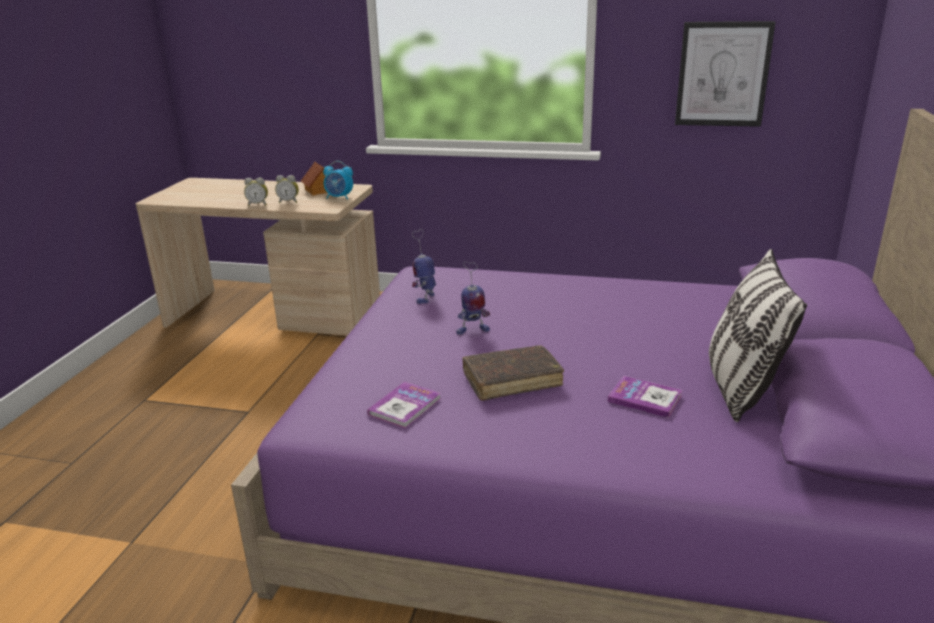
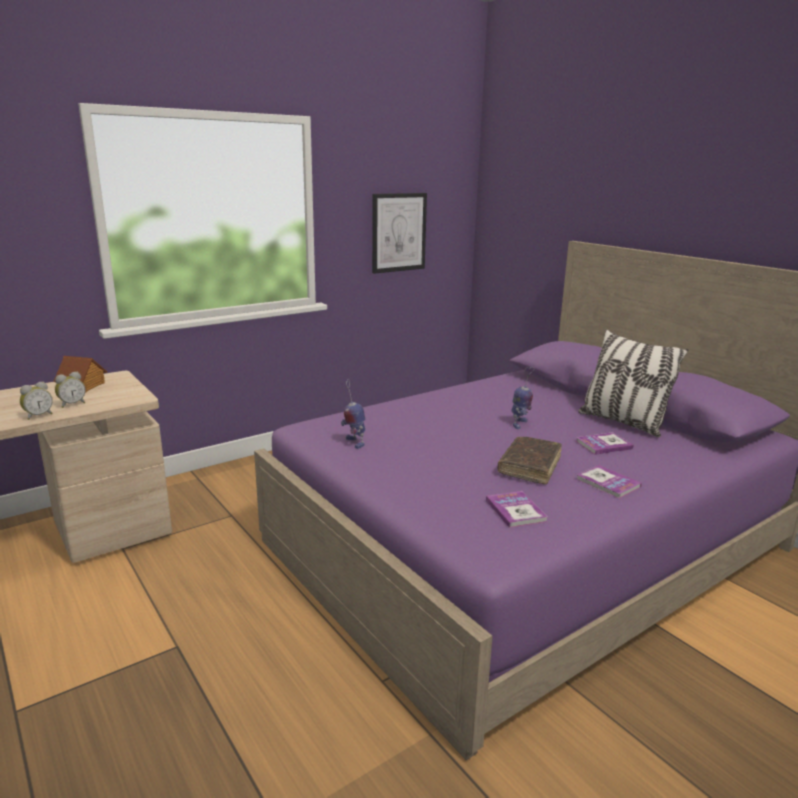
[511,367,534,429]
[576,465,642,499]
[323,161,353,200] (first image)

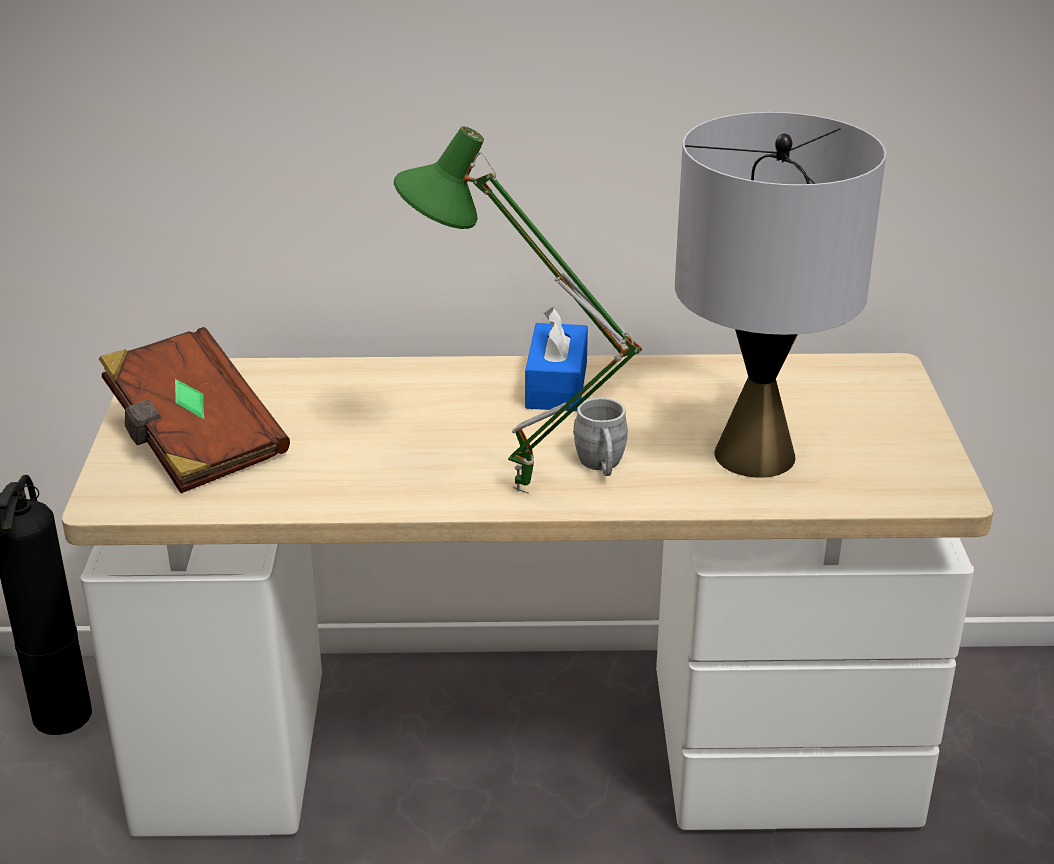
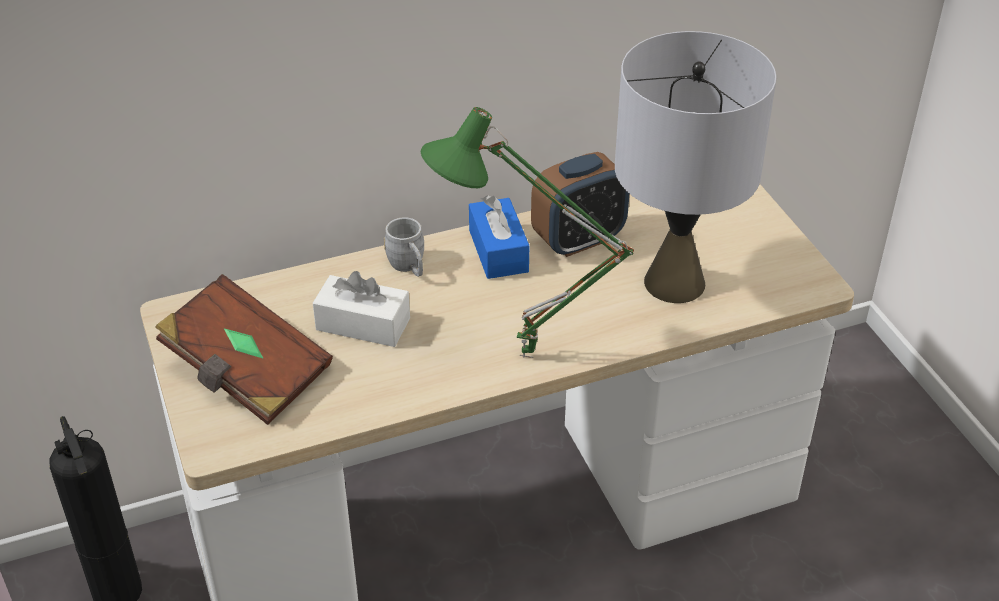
[313,271,410,347]
[384,217,424,277]
[531,152,629,257]

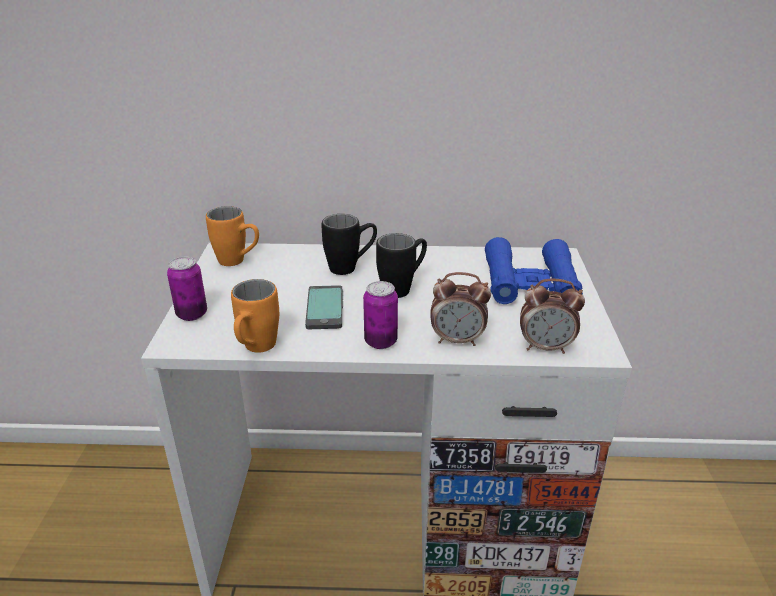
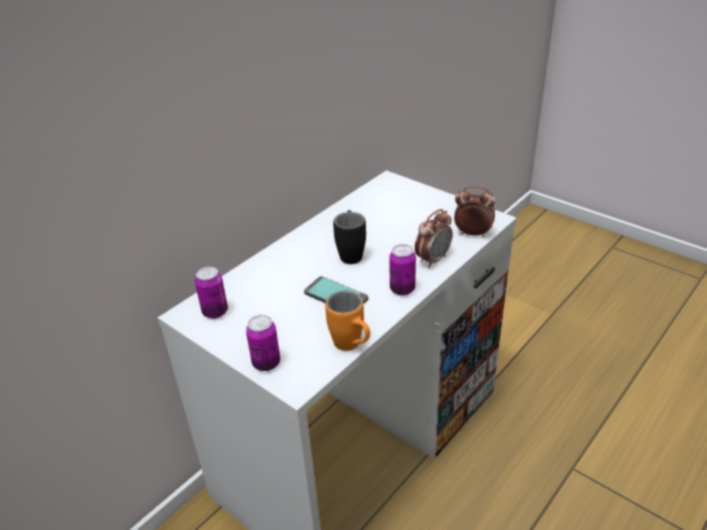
[195,266,228,319]
[454,186,495,237]
[322,214,377,275] (first image)
[485,237,583,304] (first image)

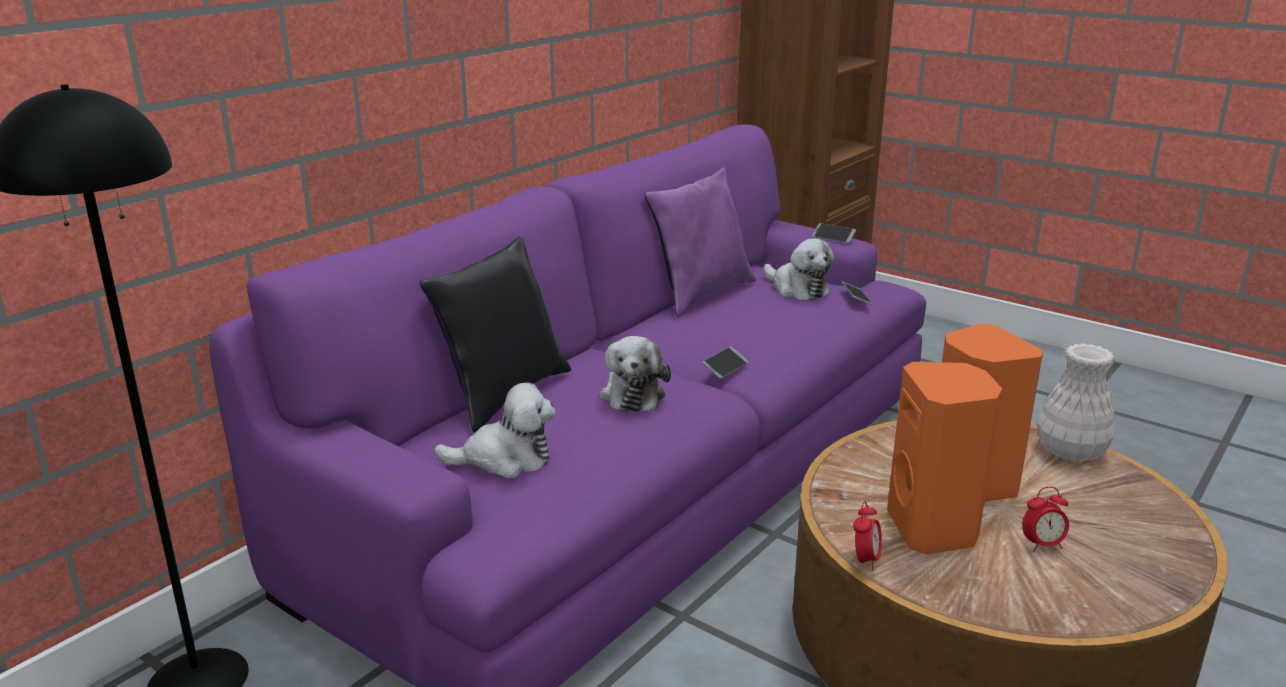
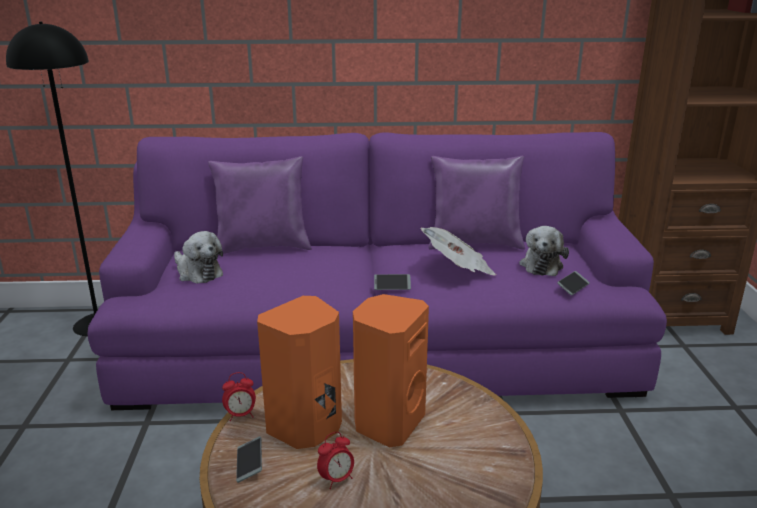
[208,156,312,256]
[236,436,262,483]
[317,432,354,489]
[421,227,496,276]
[600,336,671,412] (first image)
[1036,344,1116,462] (first image)

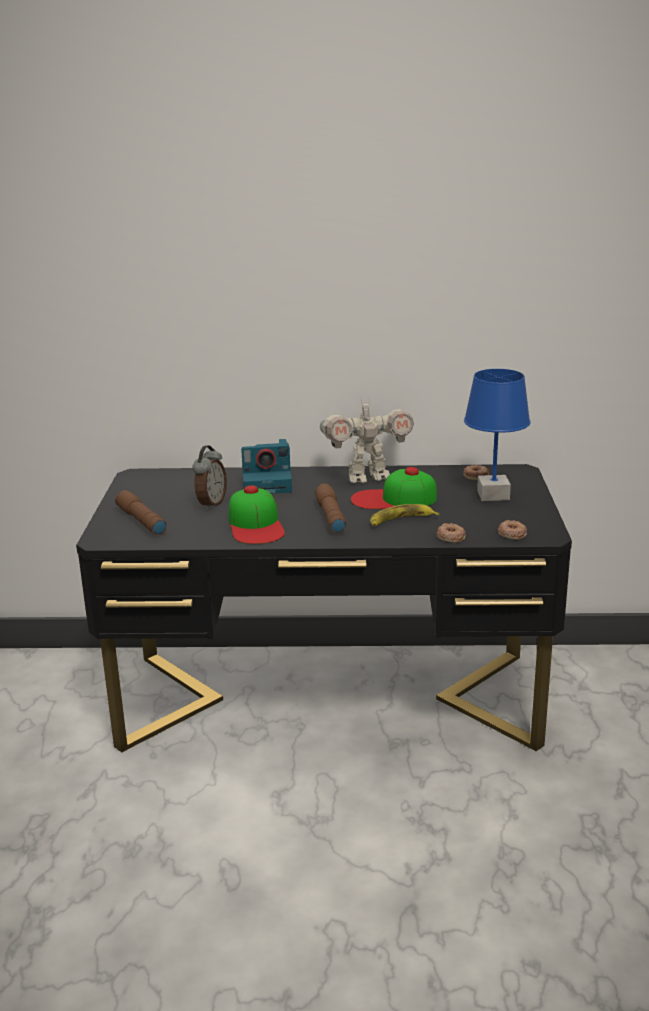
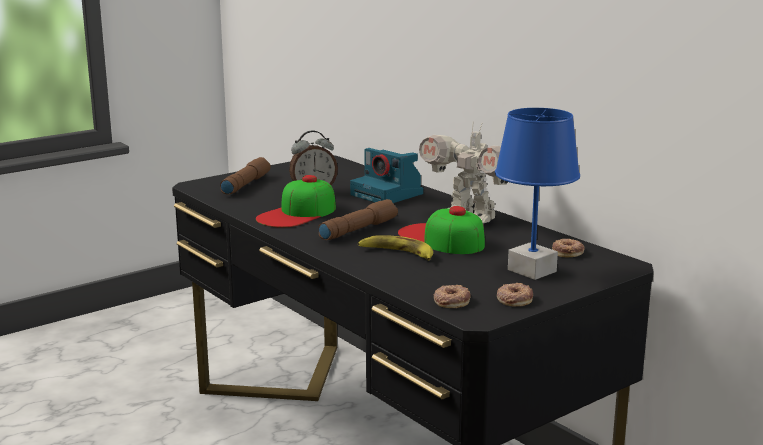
[497,283,533,307]

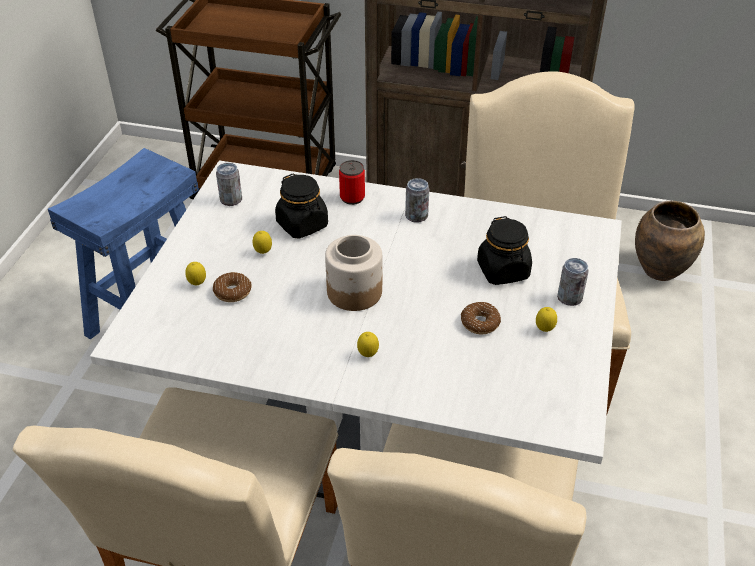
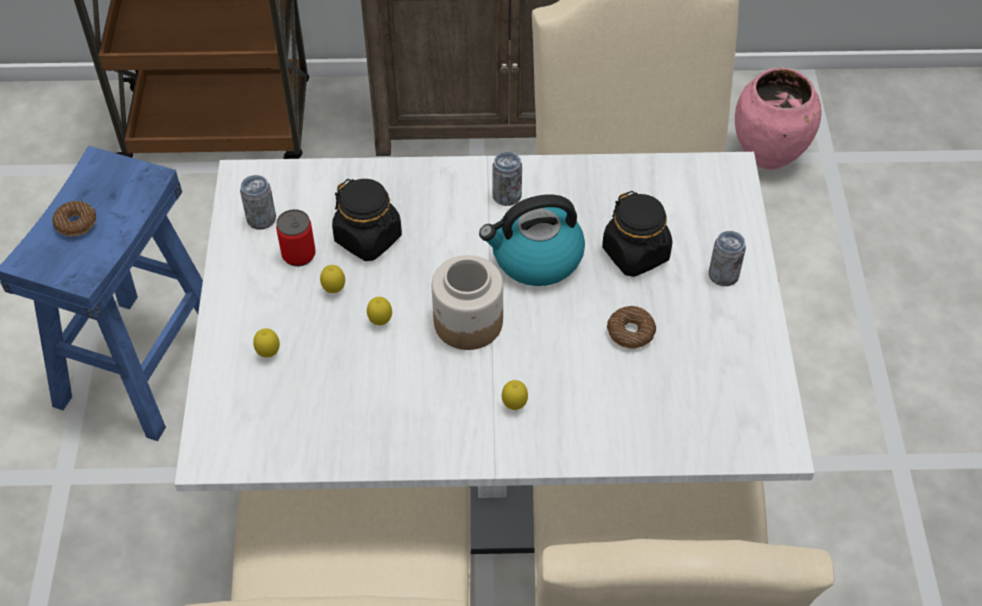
[52,201,96,237]
[276,209,316,267]
[367,297,392,325]
[479,195,585,286]
[735,68,821,169]

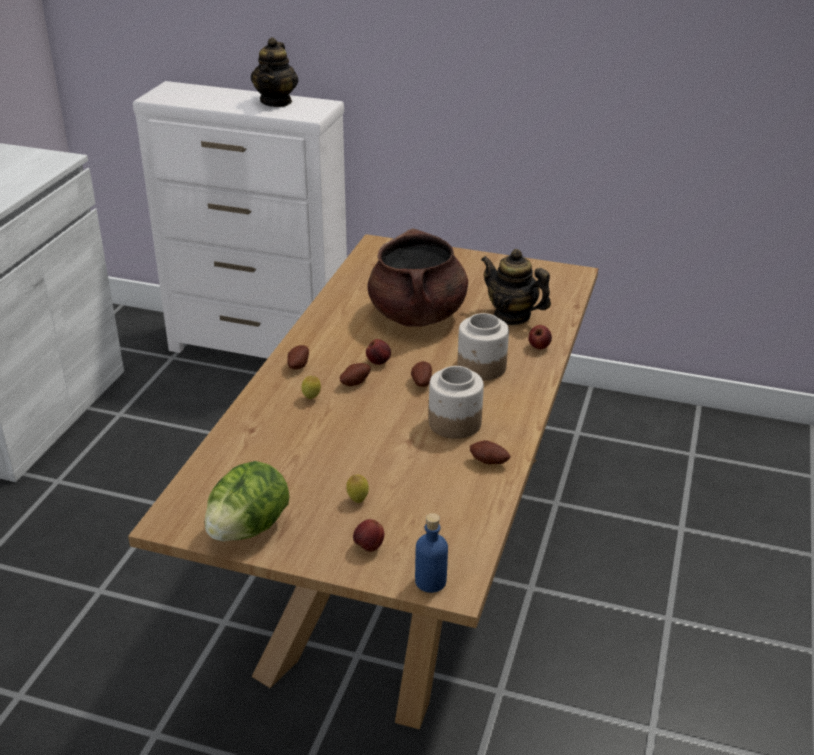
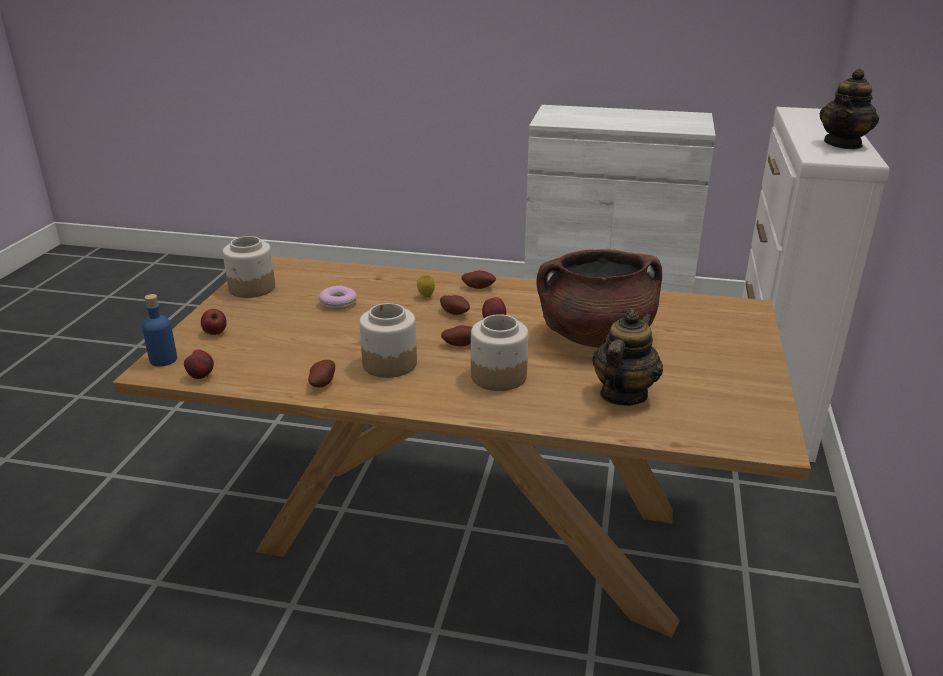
[184,349,214,379]
[223,236,275,298]
[319,286,357,310]
[819,69,879,150]
[346,475,369,503] (first image)

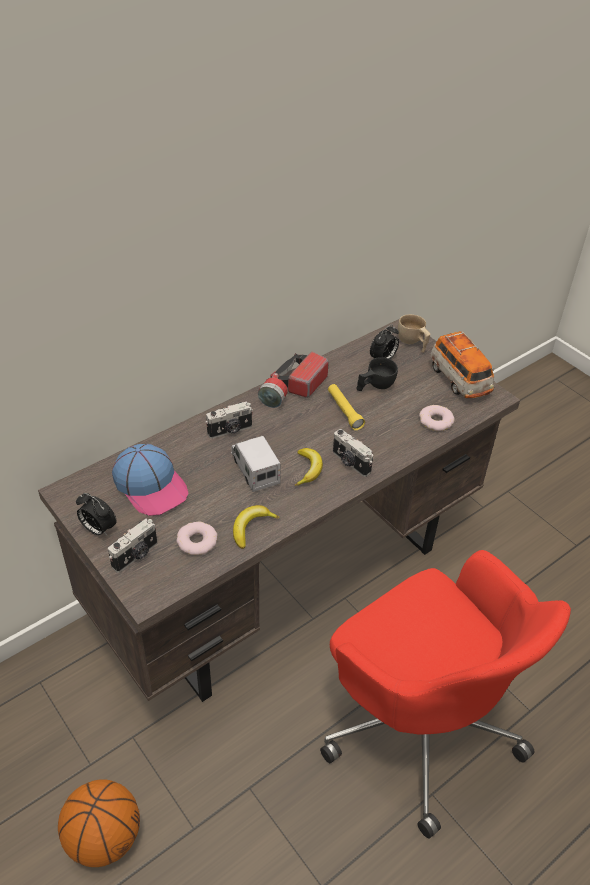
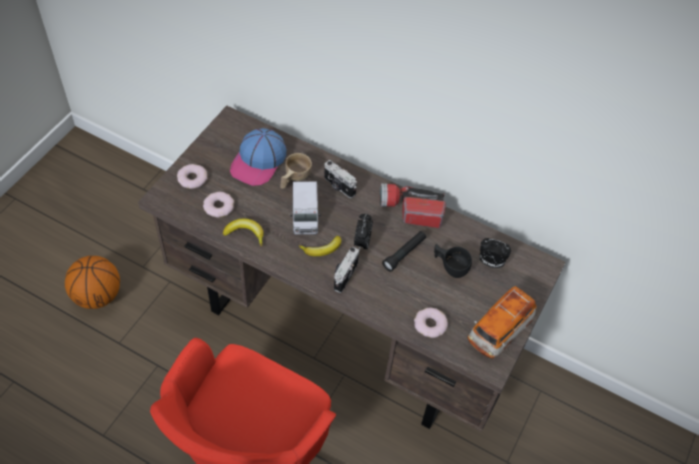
[177,164,207,189]
[280,153,312,189]
[290,182,321,235]
[354,214,373,251]
[382,231,426,272]

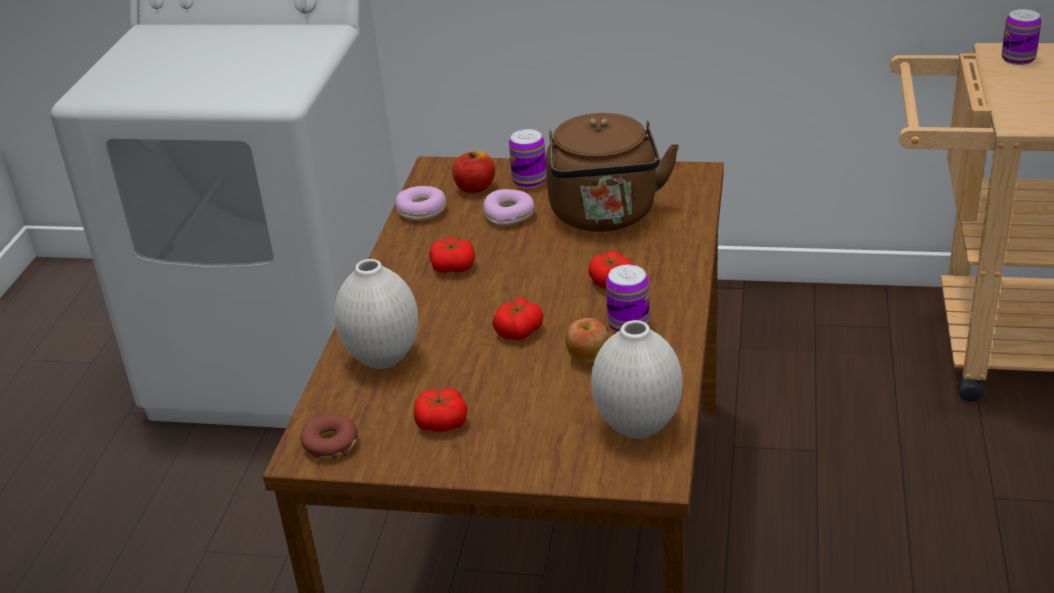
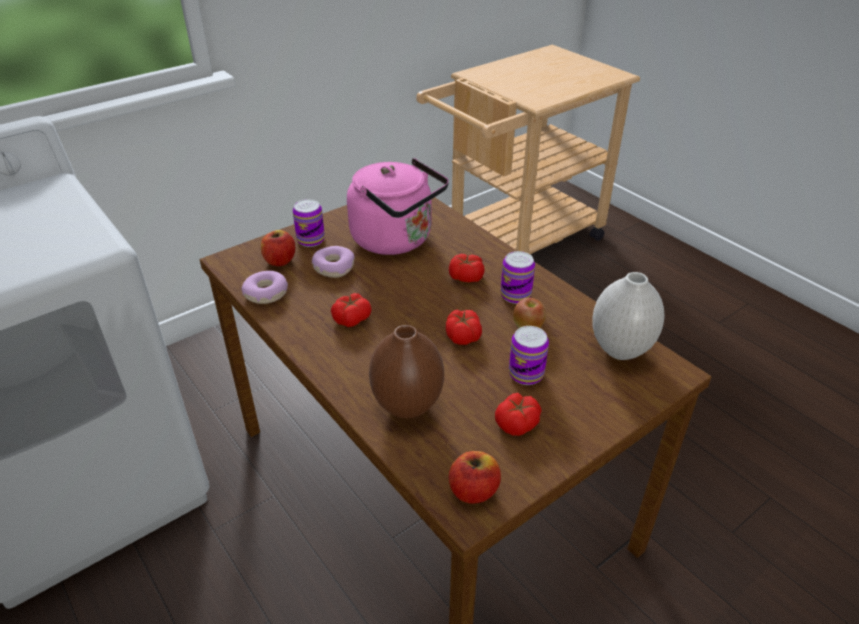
[347,158,449,255]
[369,325,444,418]
[449,451,501,504]
[509,326,549,385]

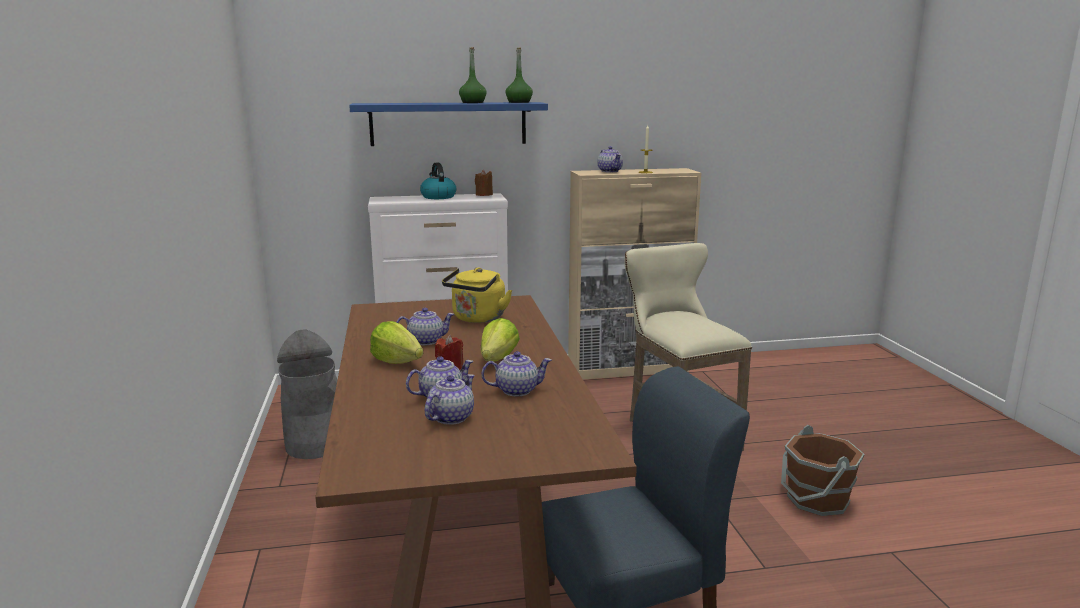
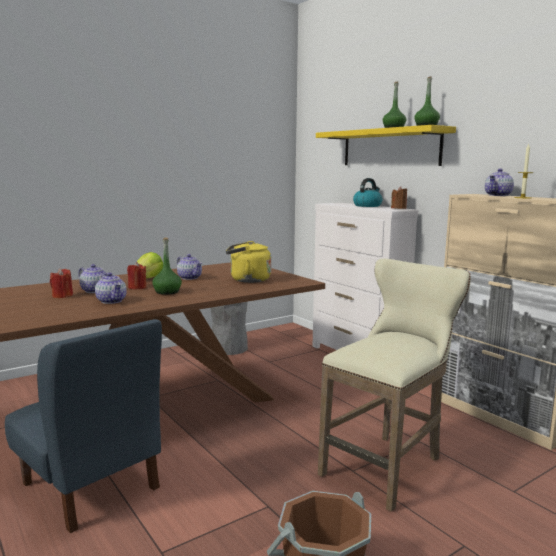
[50,268,73,298]
[152,238,182,295]
[316,125,456,166]

